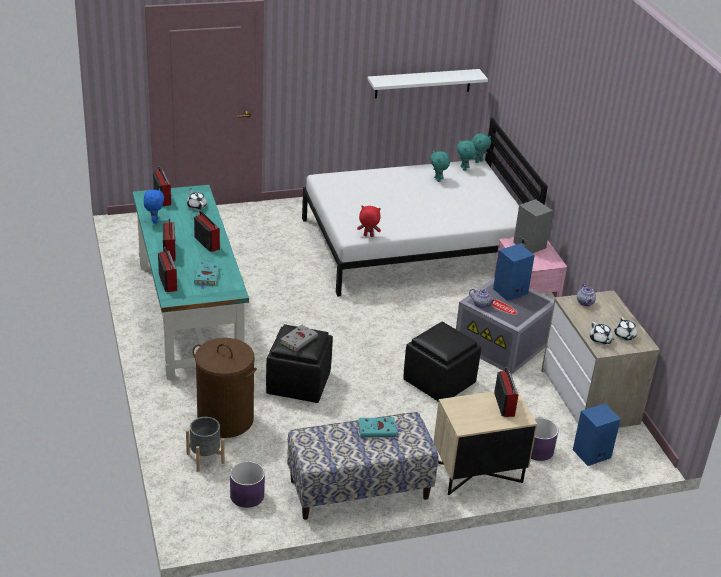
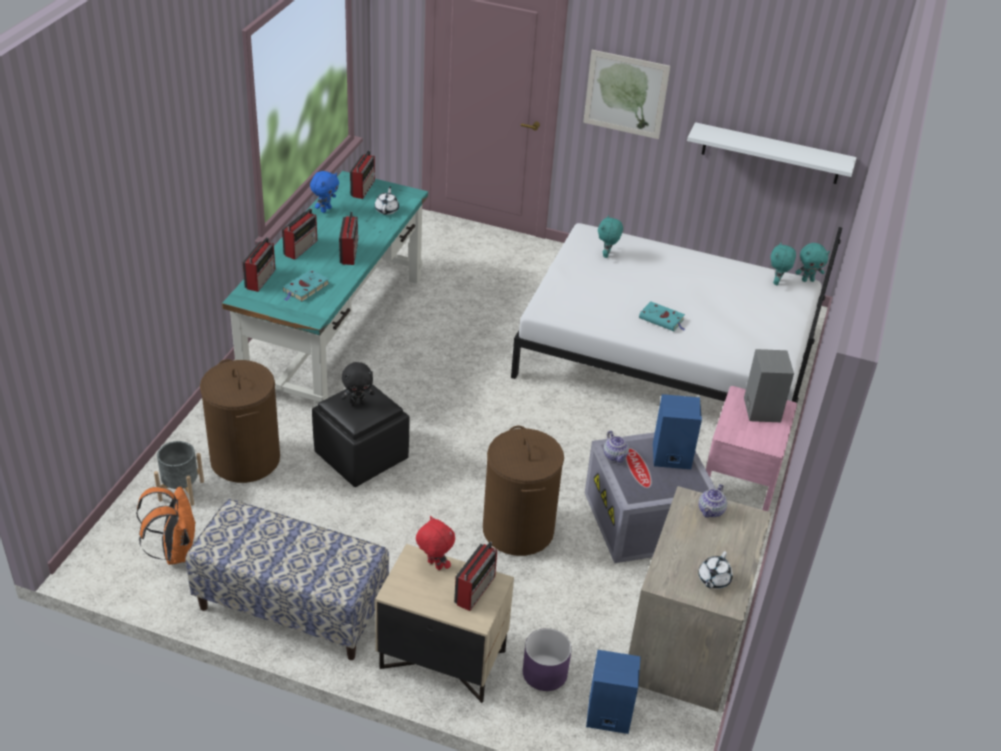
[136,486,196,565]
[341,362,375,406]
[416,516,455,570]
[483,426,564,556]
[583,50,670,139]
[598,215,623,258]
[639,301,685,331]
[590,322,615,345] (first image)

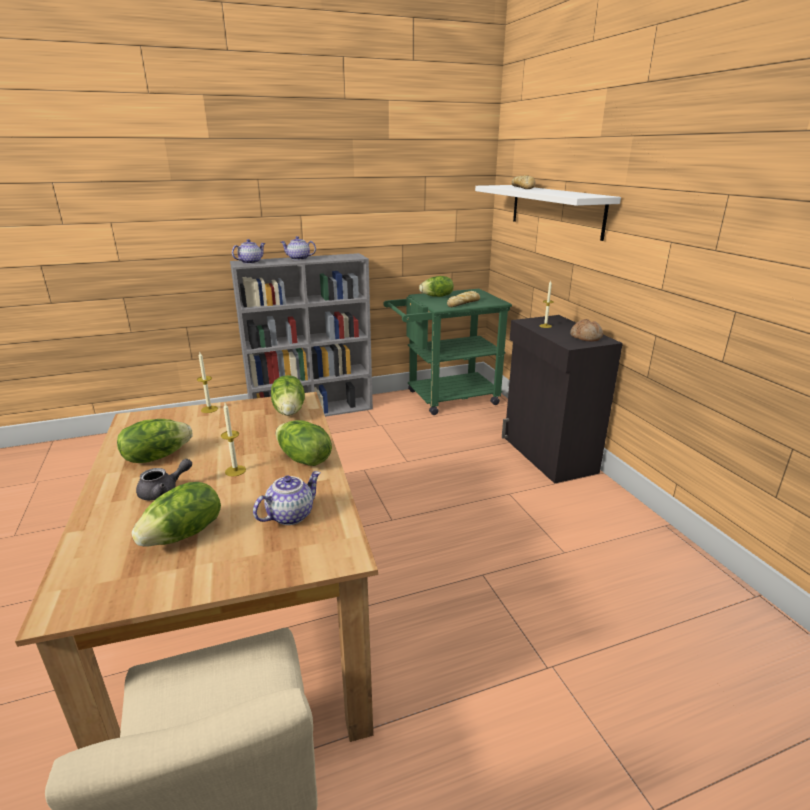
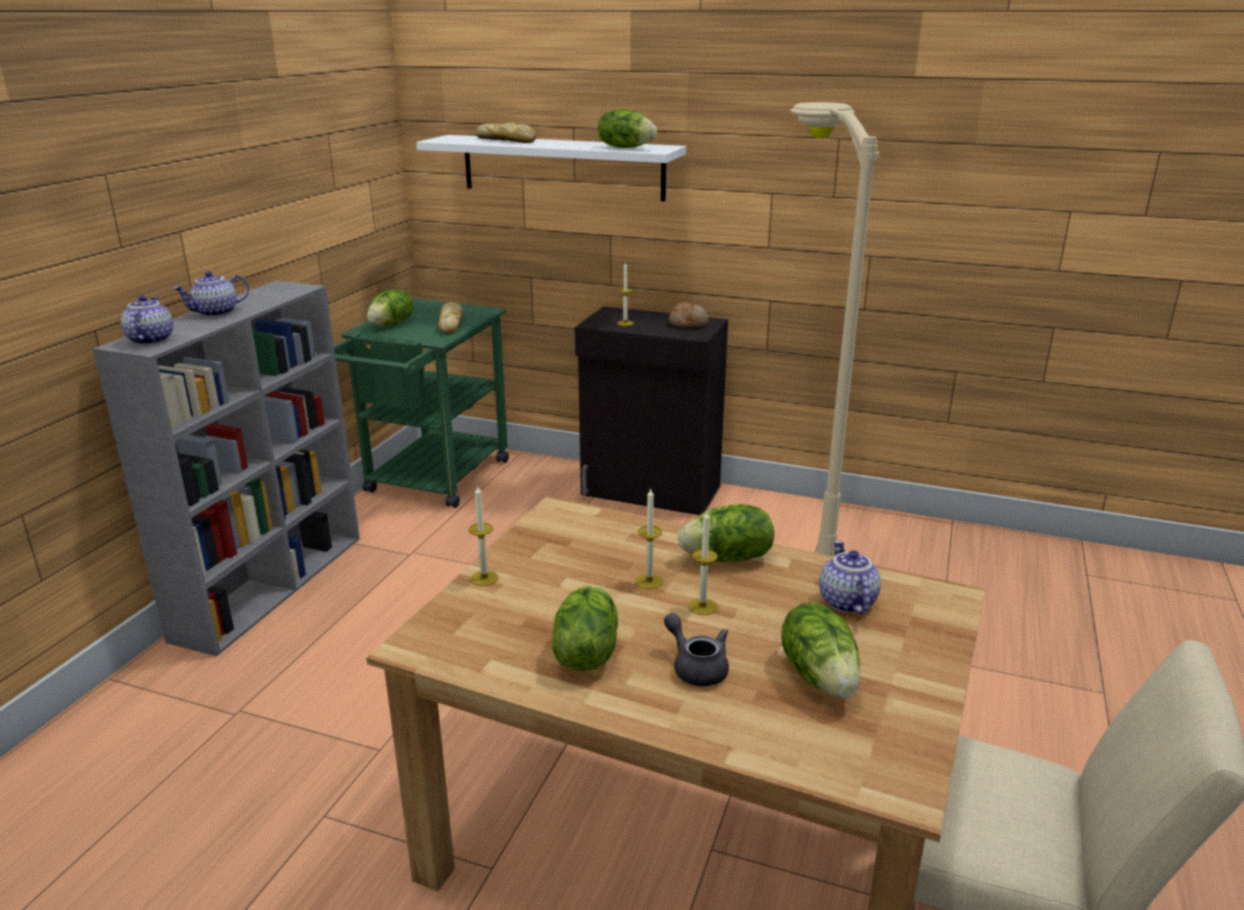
[598,109,657,148]
[635,488,663,589]
[664,613,729,686]
[790,102,879,557]

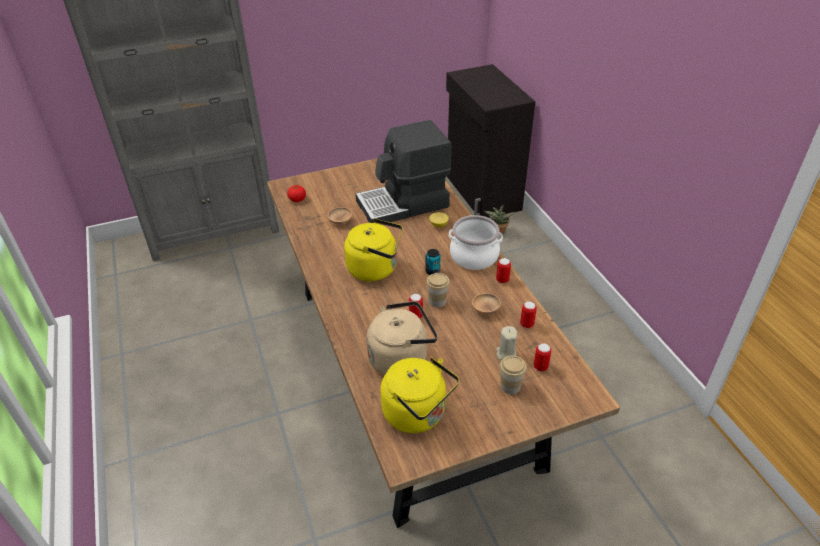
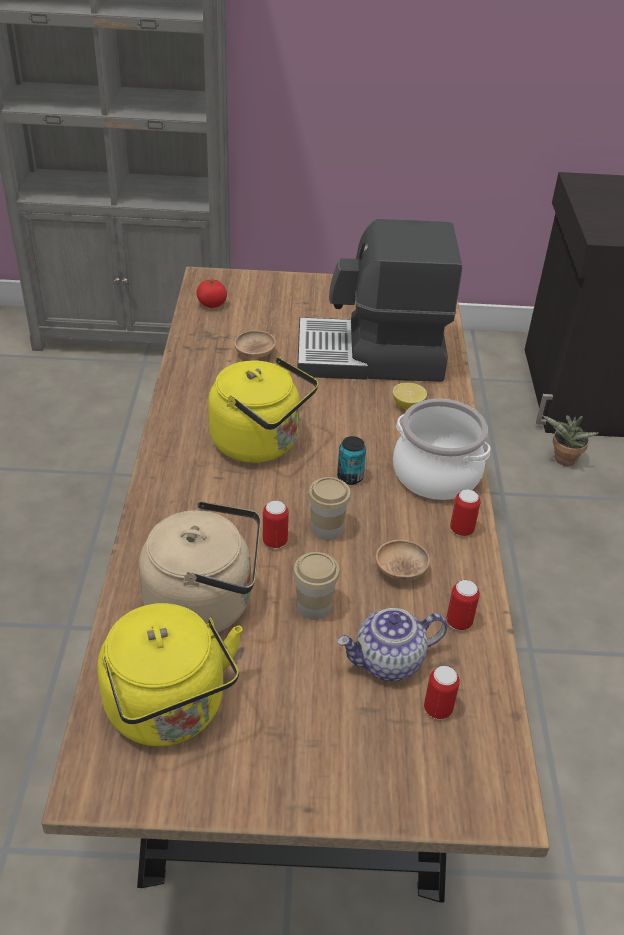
[293,552,340,620]
[337,608,447,681]

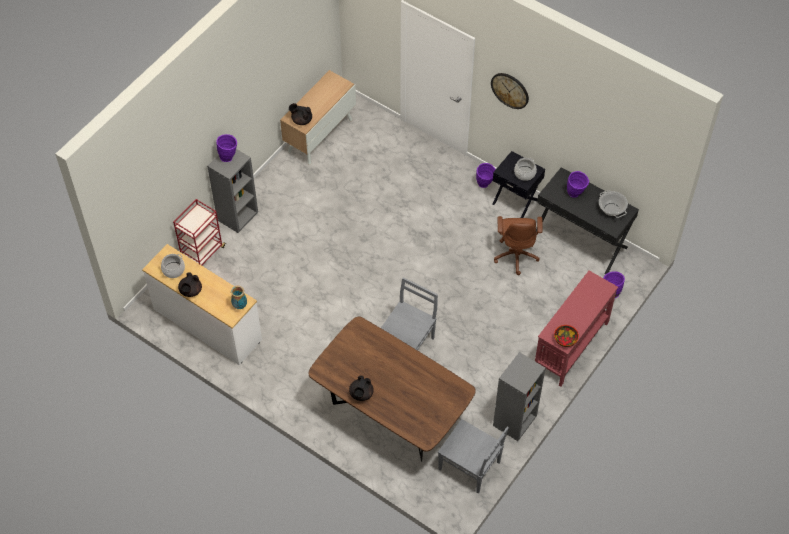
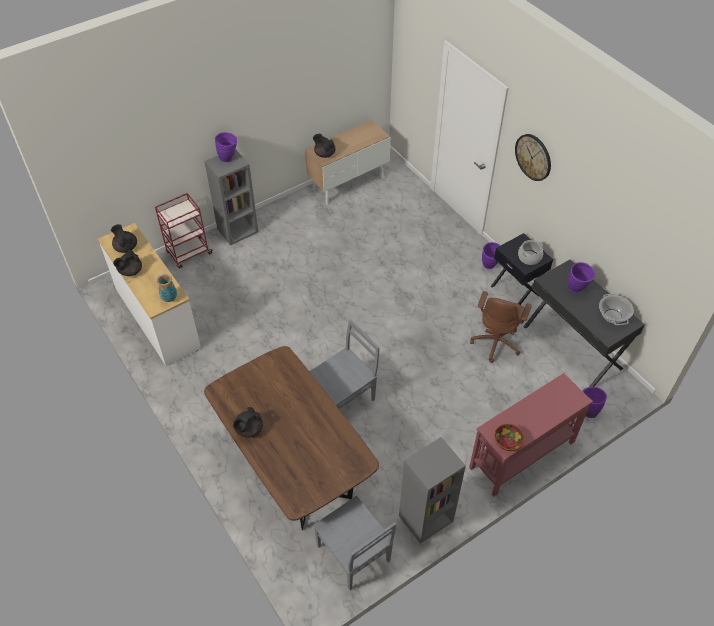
[111,224,137,253]

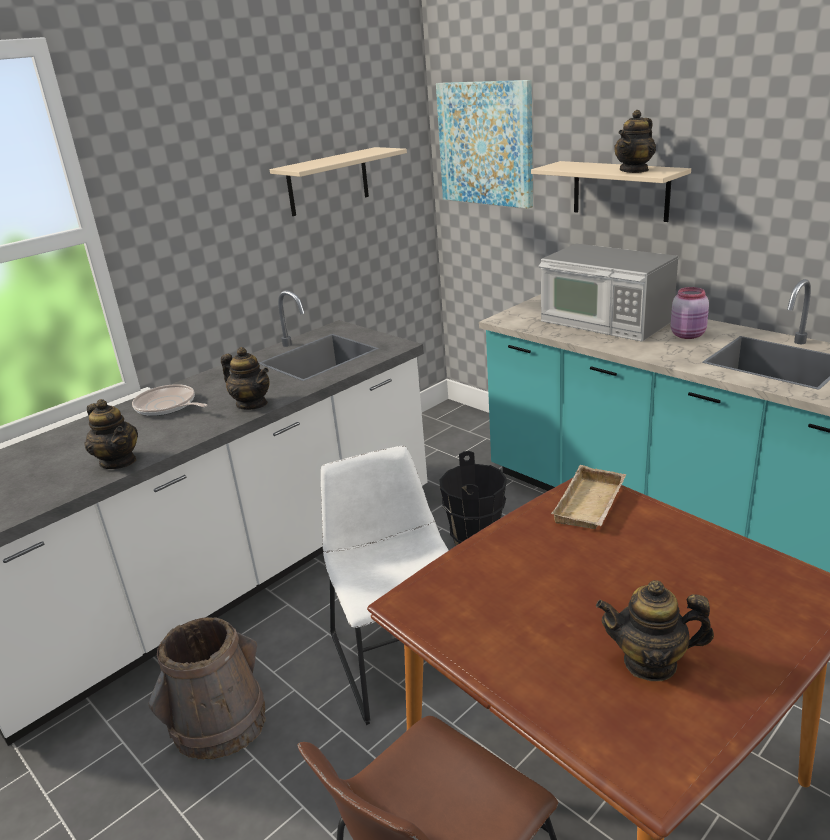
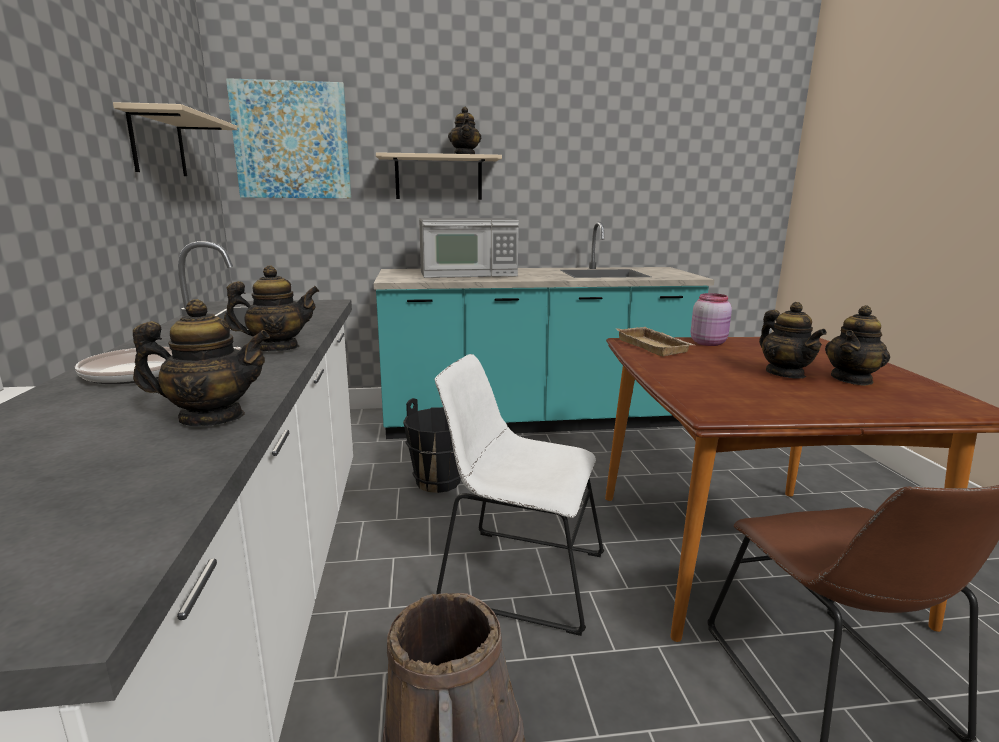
[691,293,732,346]
[759,302,827,379]

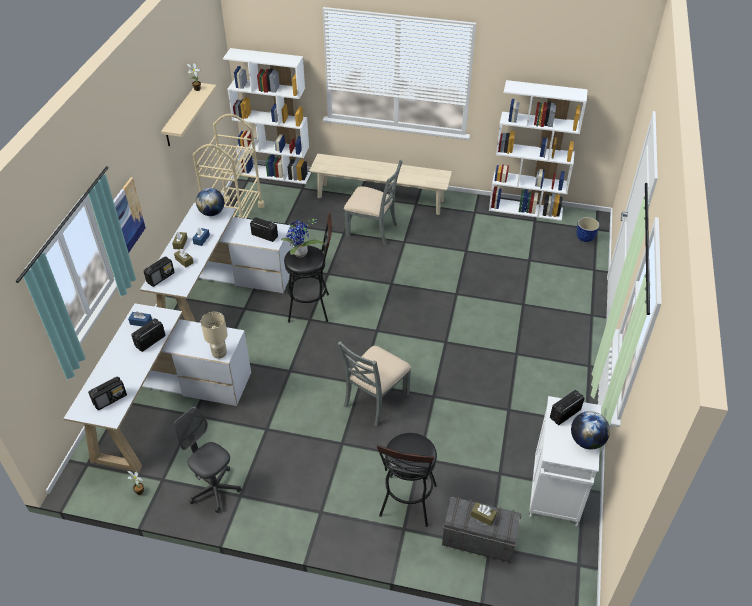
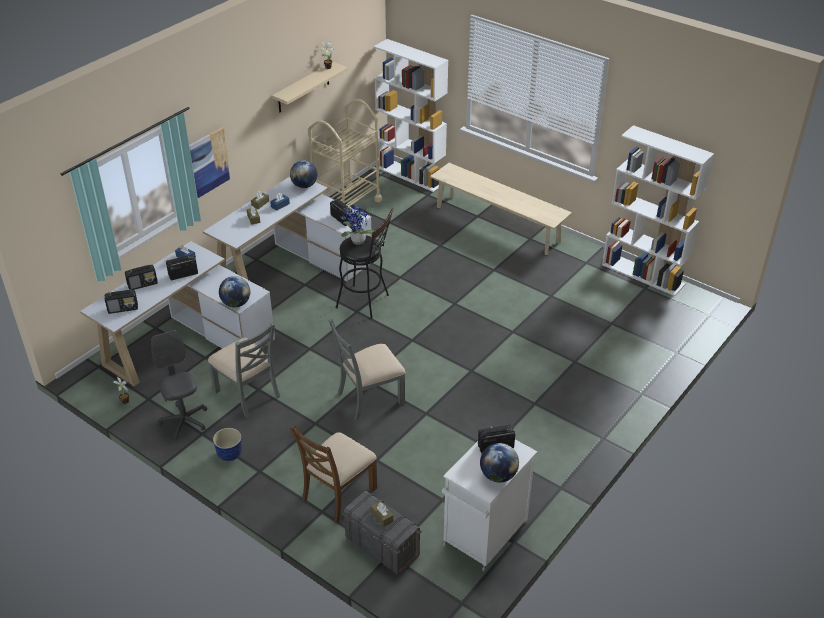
[125,265,158,290]
[208,322,280,418]
[213,428,242,461]
[219,276,250,307]
[290,425,377,524]

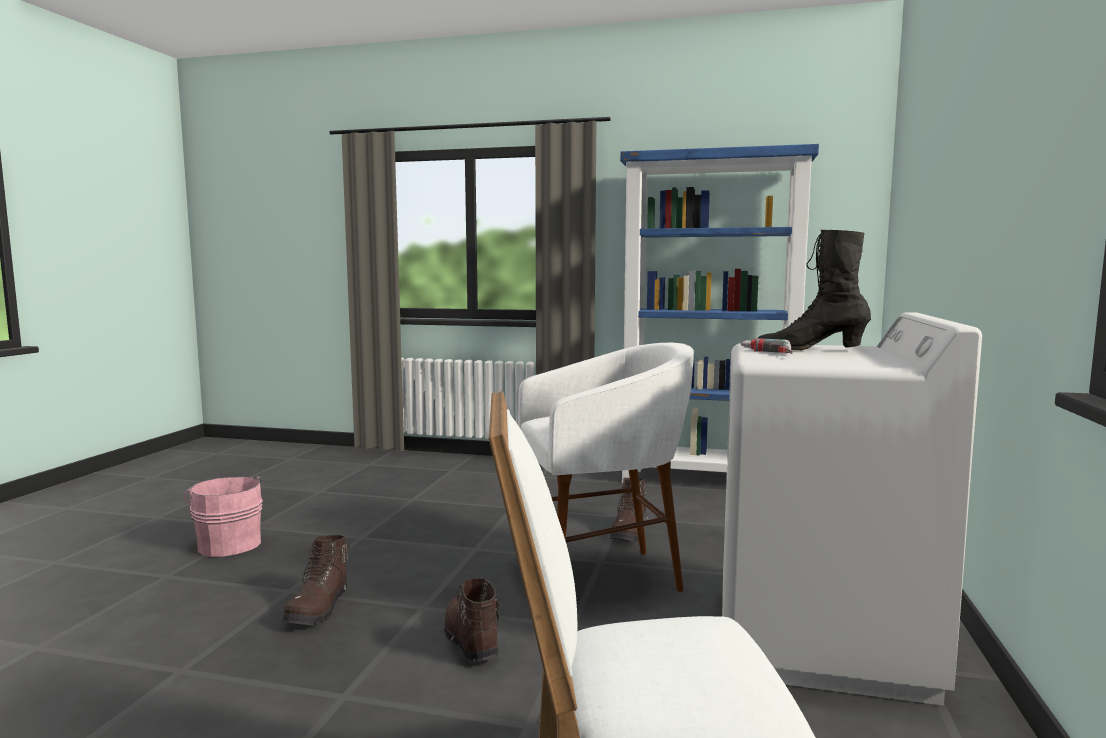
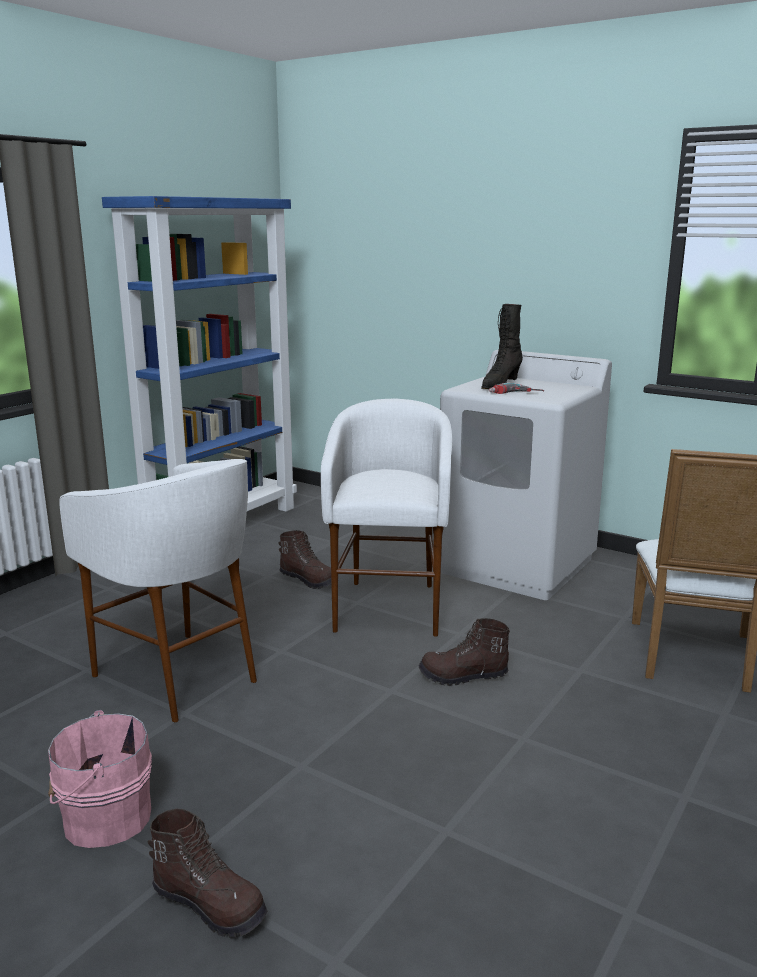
[59,459,257,722]
[148,809,267,938]

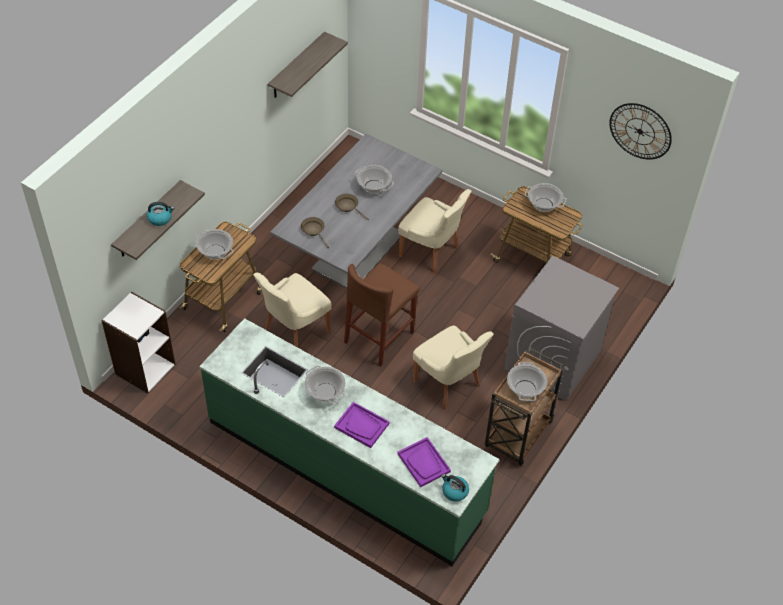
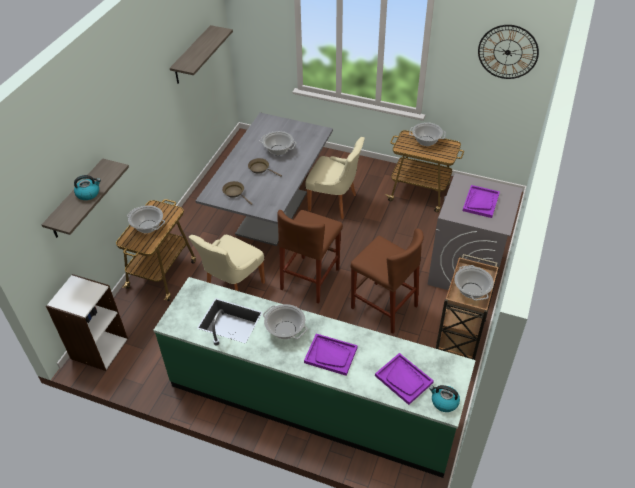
[351,228,424,334]
[463,185,500,218]

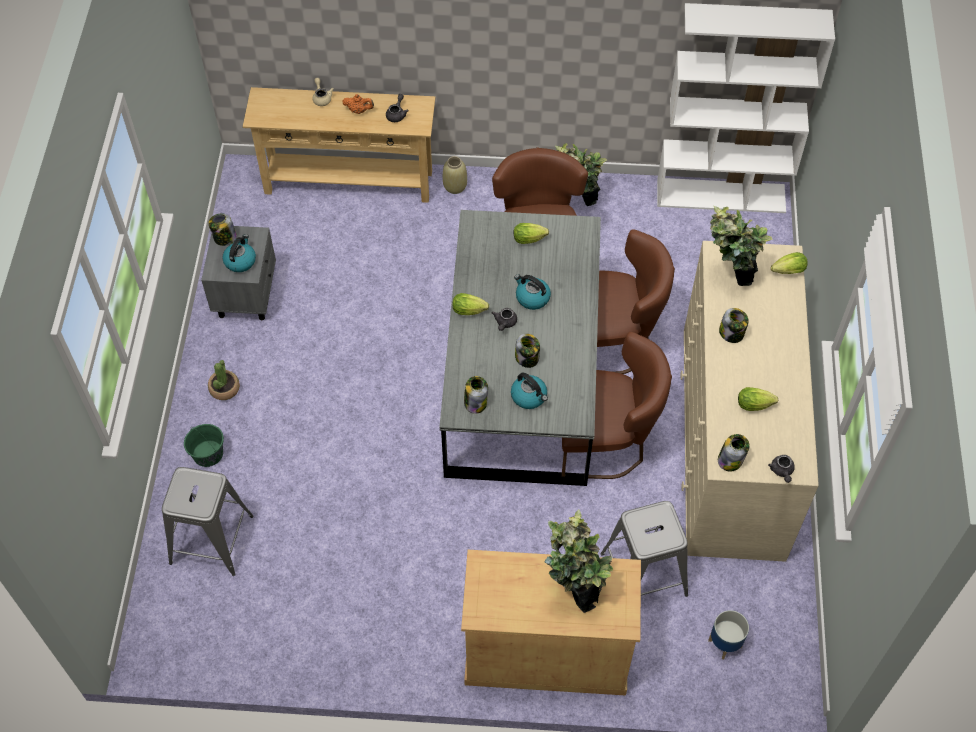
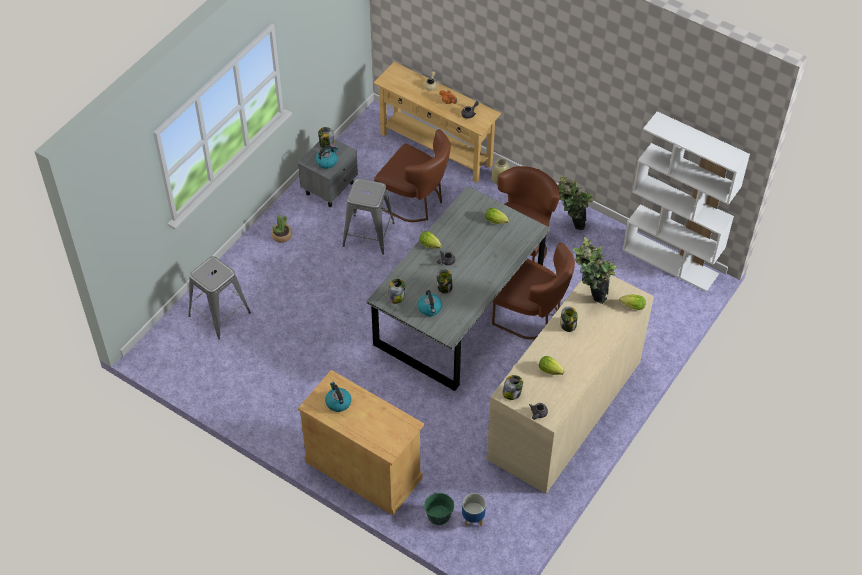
[325,382,351,412]
[342,179,395,255]
[374,129,451,222]
[424,493,454,525]
[545,509,613,613] (first image)

